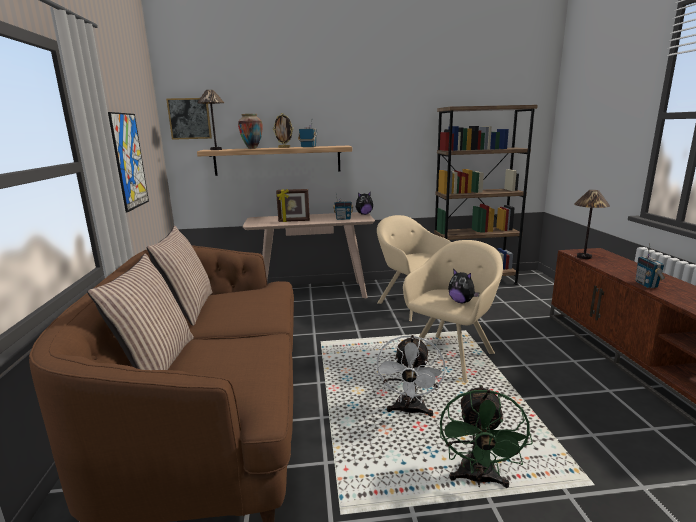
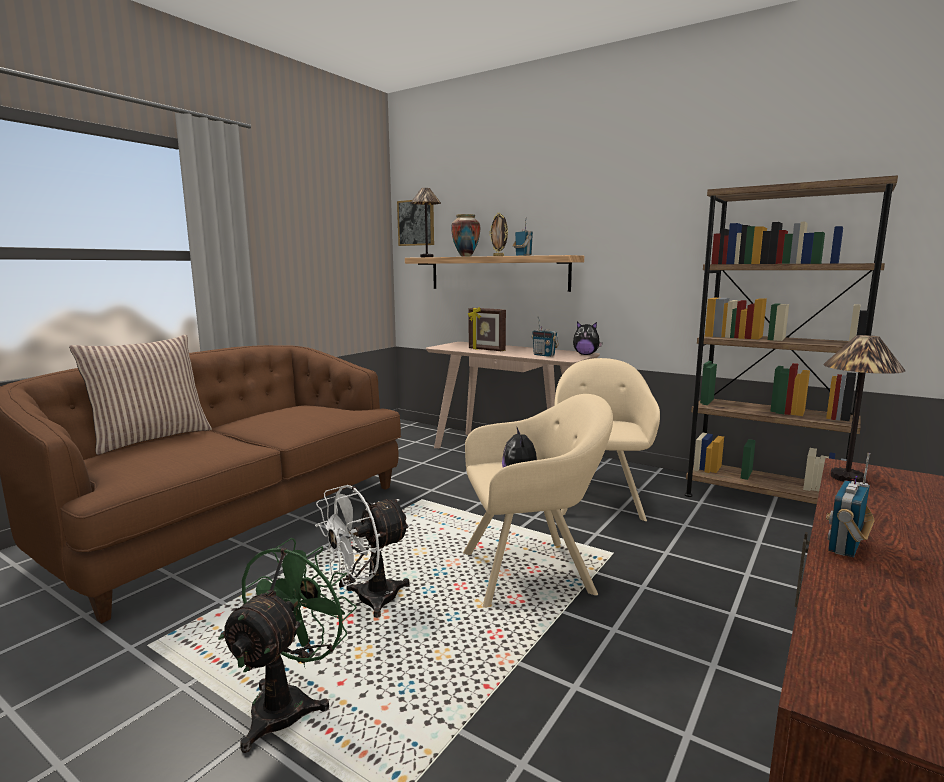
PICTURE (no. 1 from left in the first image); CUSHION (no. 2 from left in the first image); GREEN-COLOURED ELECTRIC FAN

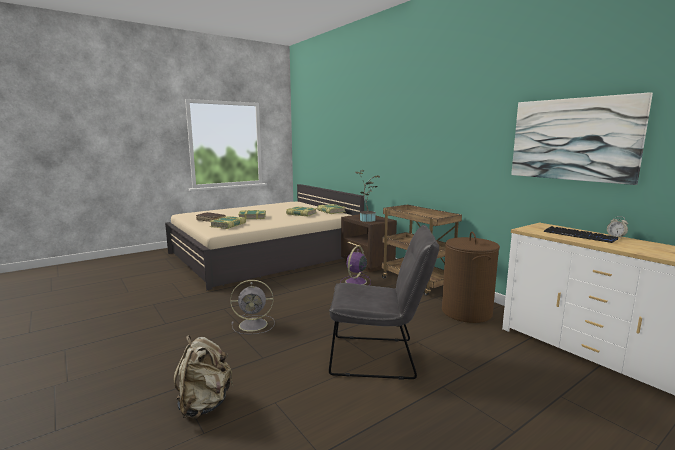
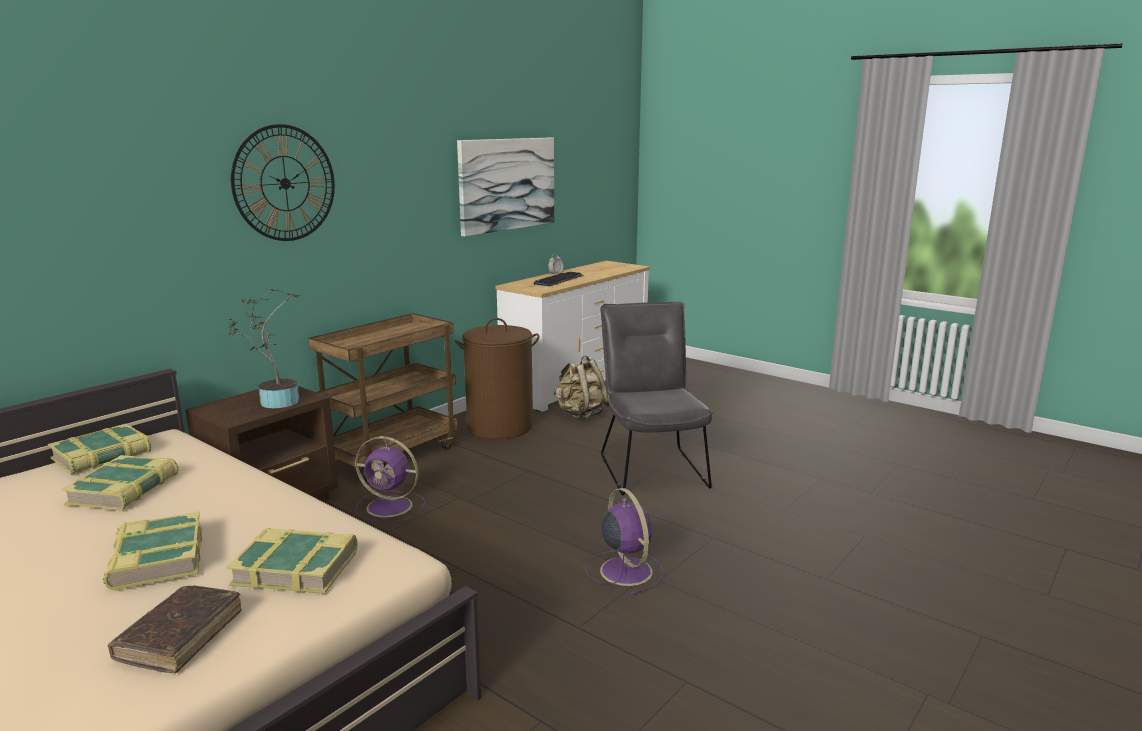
HANGING CLOCK; BEIGE BACKPACK; PURPLE ELECTRIC FAN (no. 2 from left)

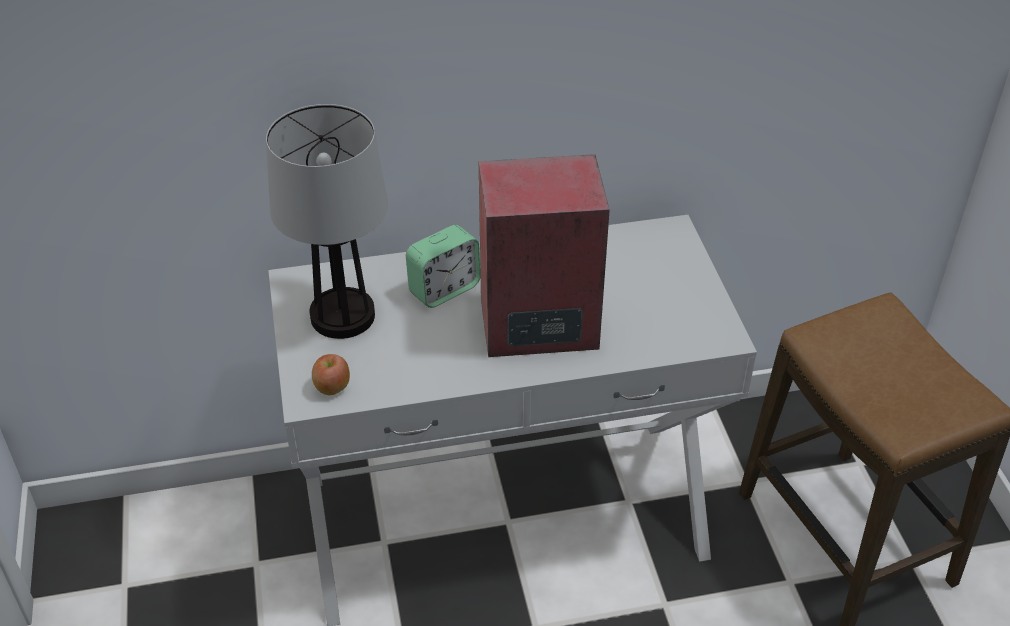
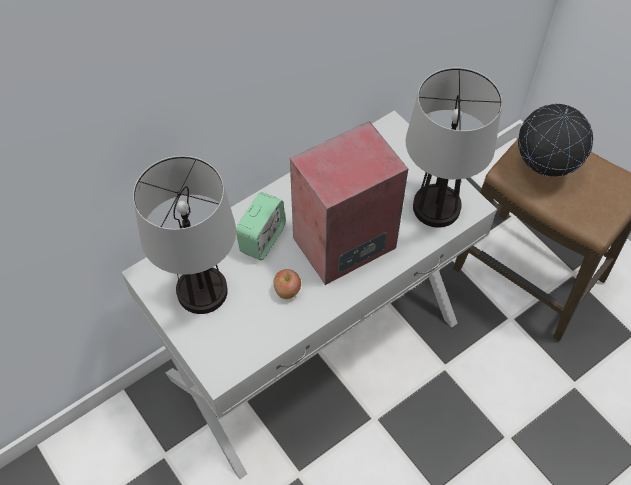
TABLE LAMP (no. 2 from left); WORLD GLOBE; APPLE FRUIT

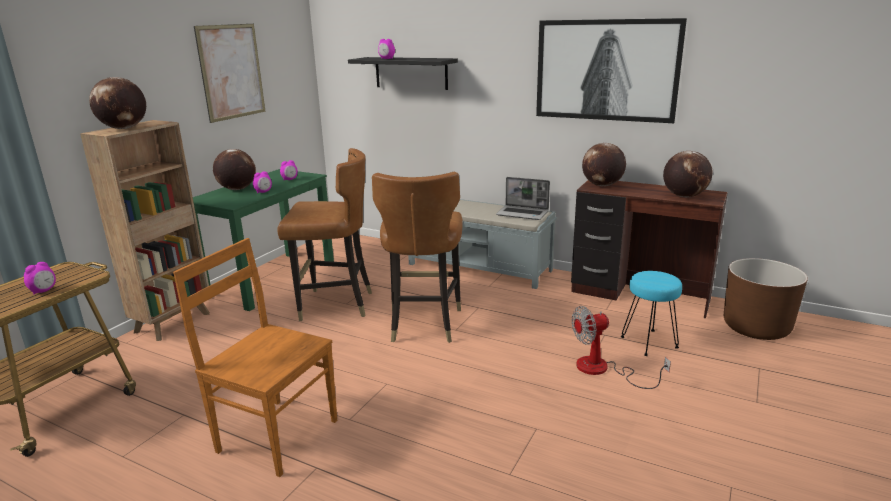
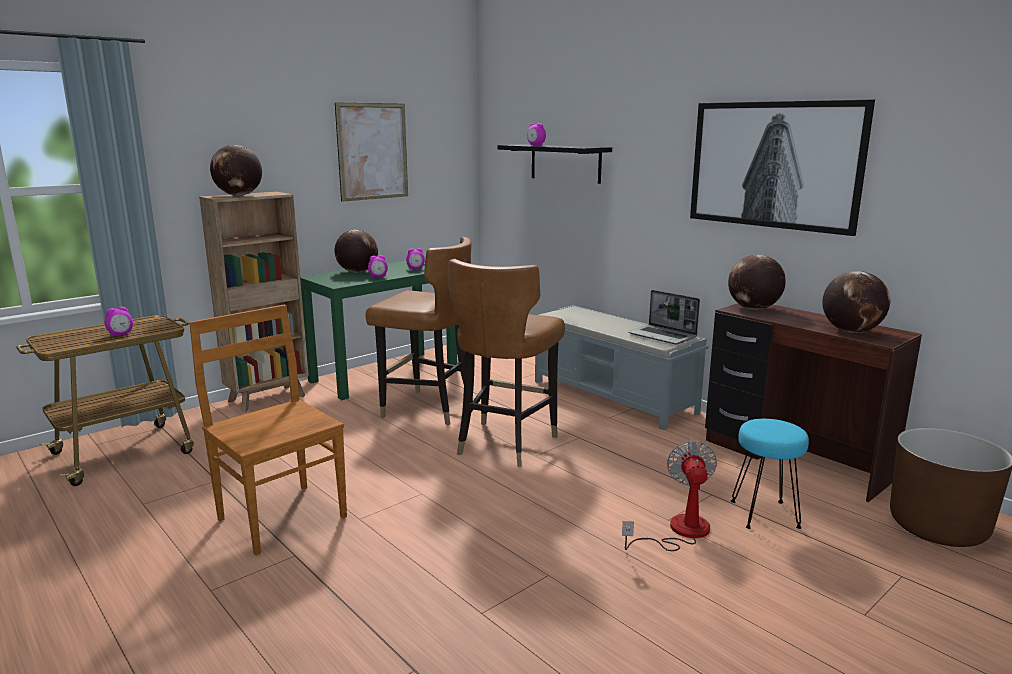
ELECTRIC FAN

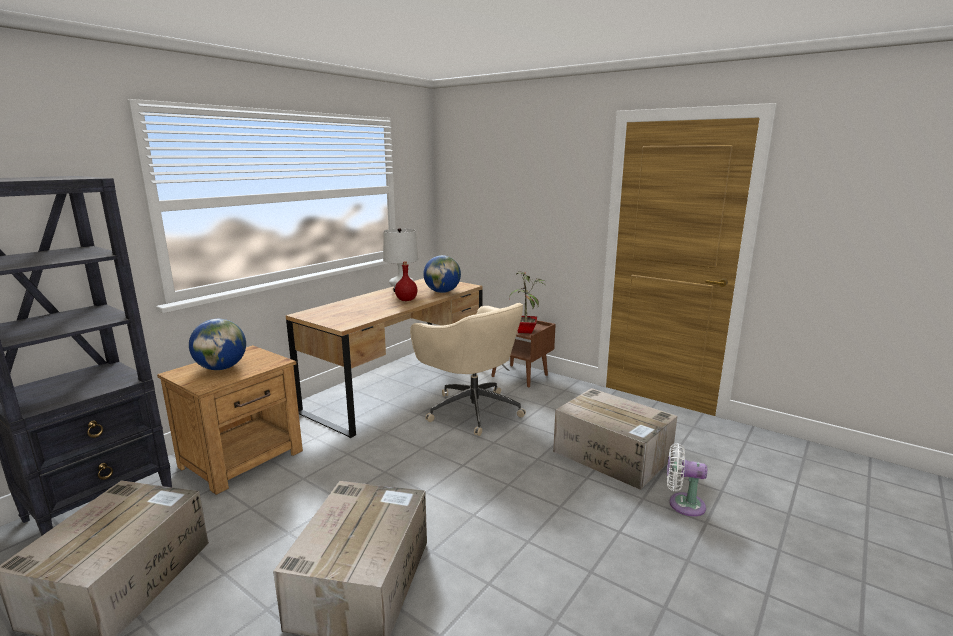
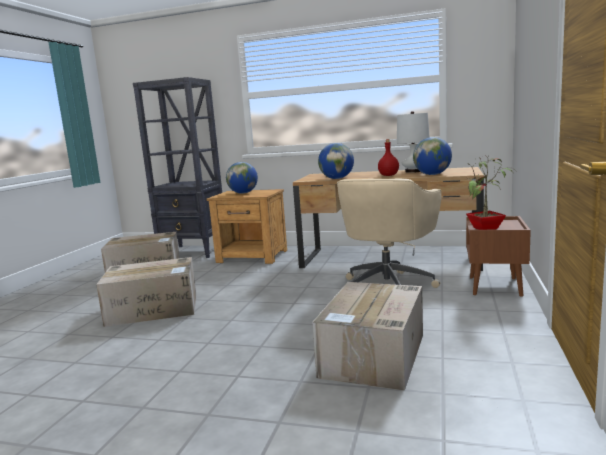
WHITE ELECTRIC FAN; WORLD GLOBE (no. 2 from left)

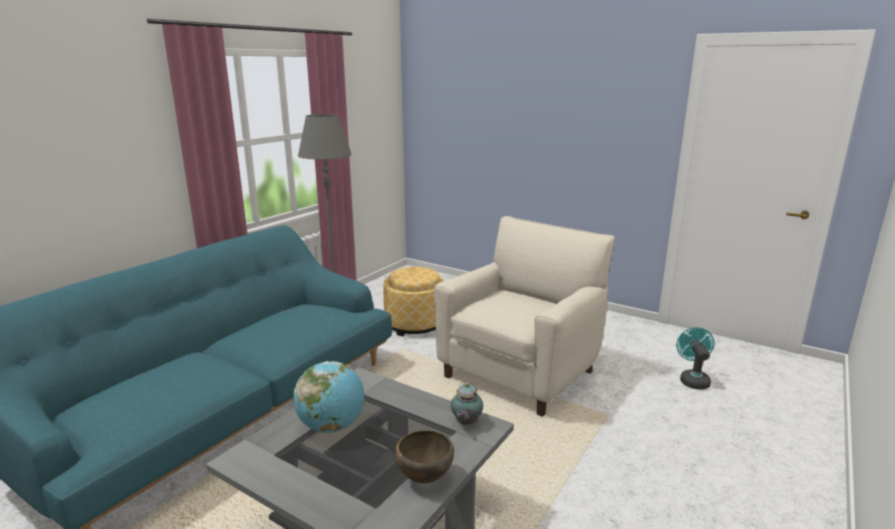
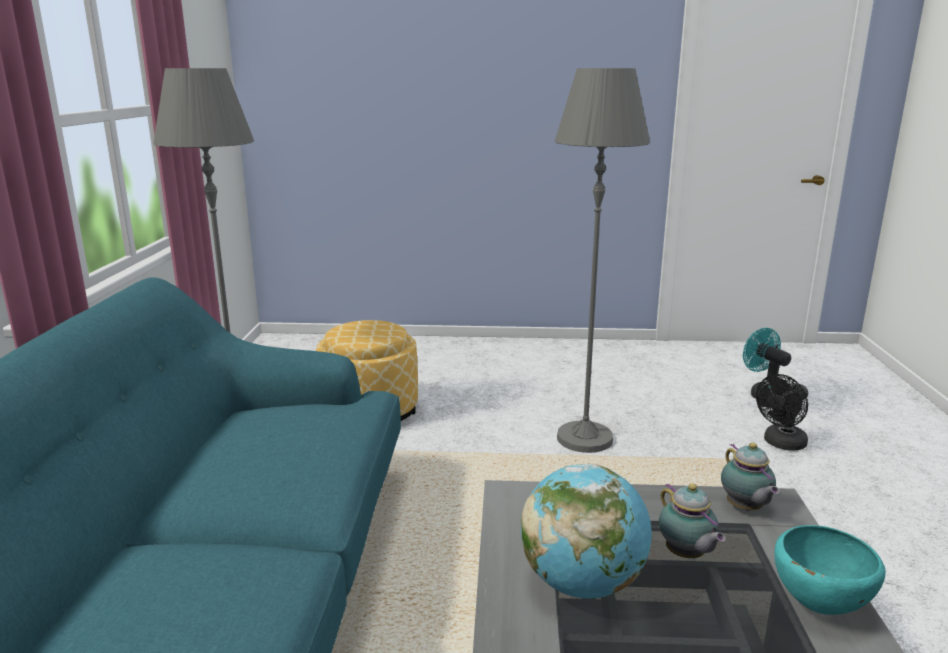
POT FOR TEA (no. 1 from left); BLACK-COLOURED ELECTRIC FAN; GREYISH STANDARD LAMP (no. 2 from left); TURQUOISE DEEP DISH

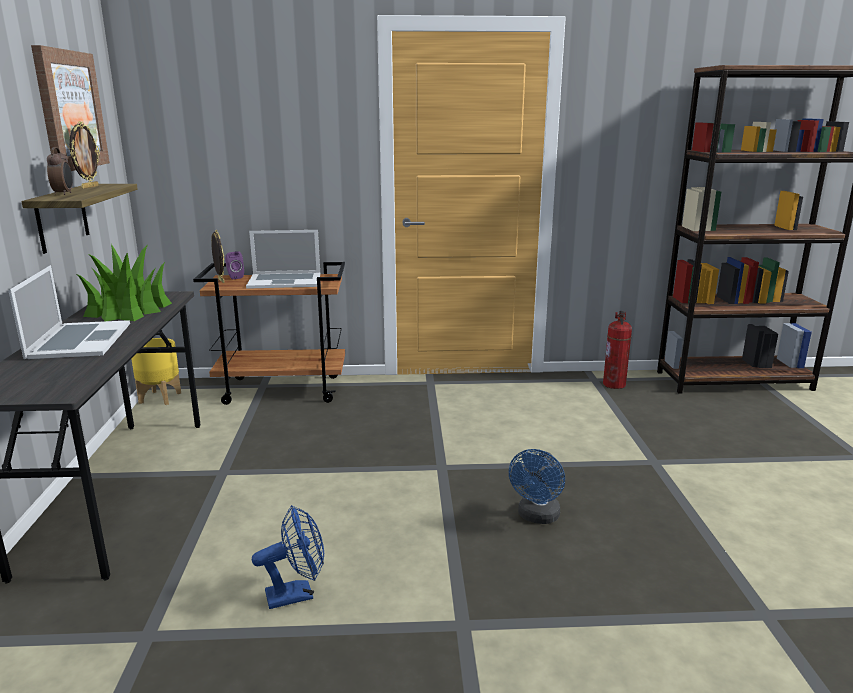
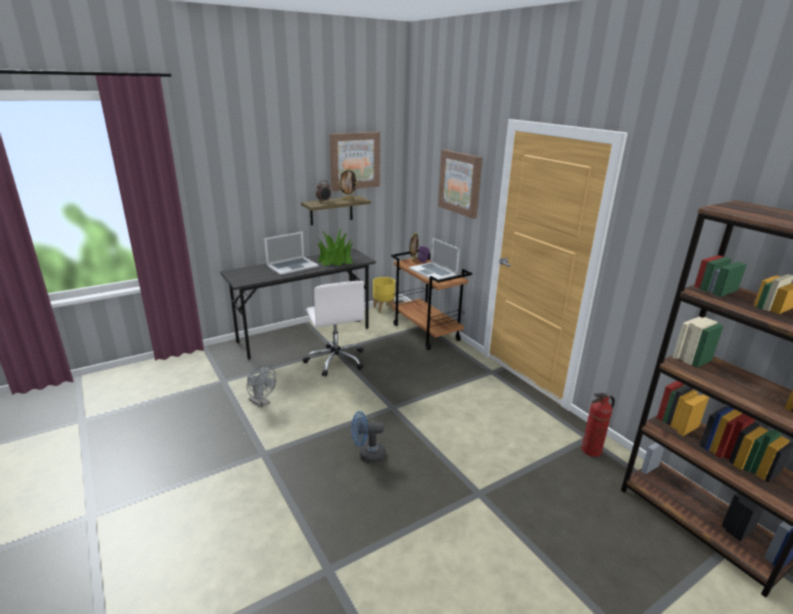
WHITE OFFICE CHAIR; PICTURE (no. 2 from left); GREYISH ELECTRIC FAN

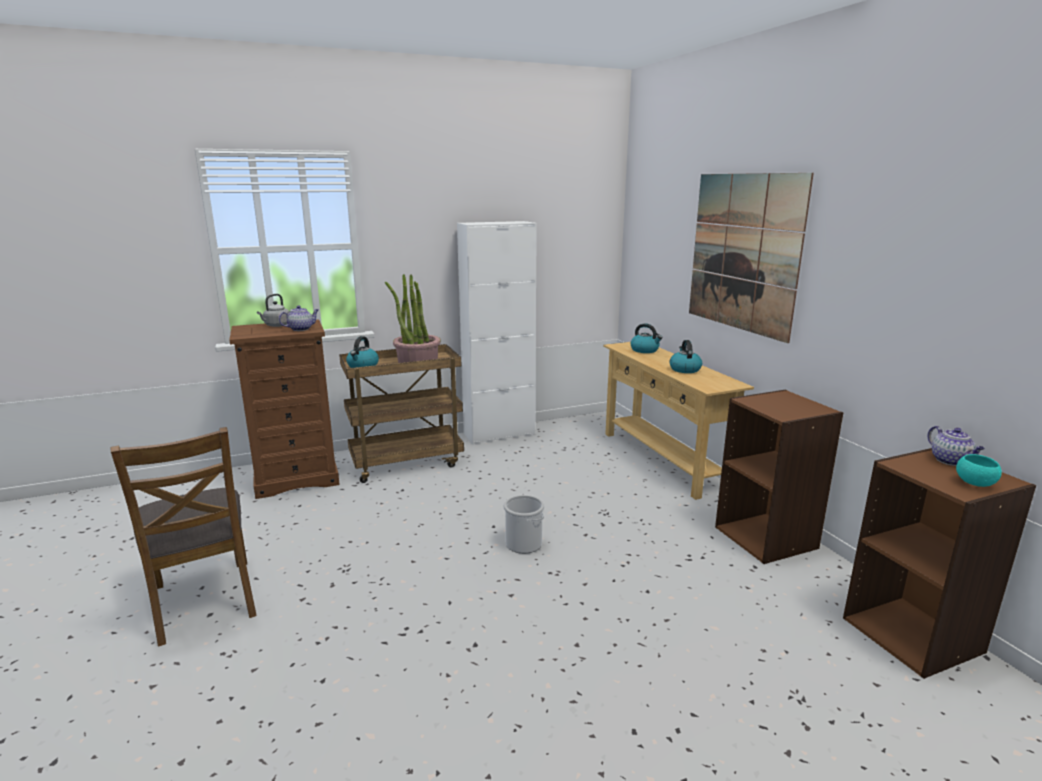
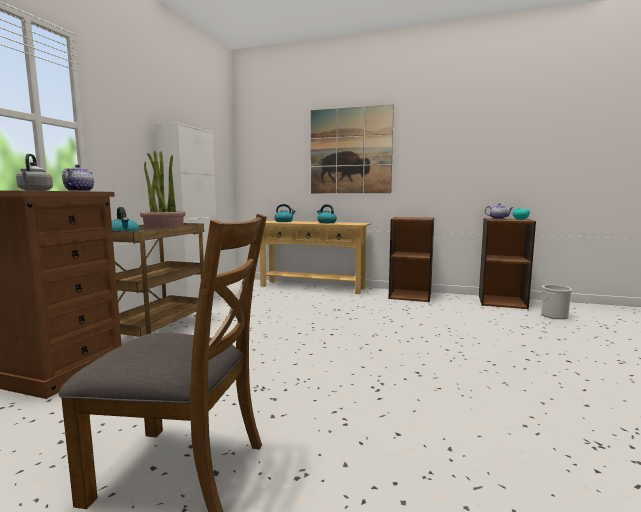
PAIL

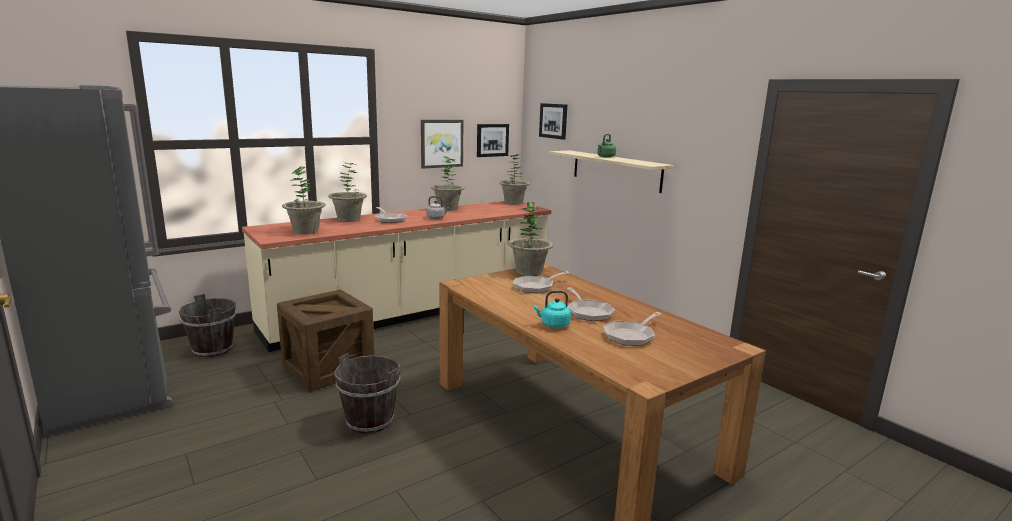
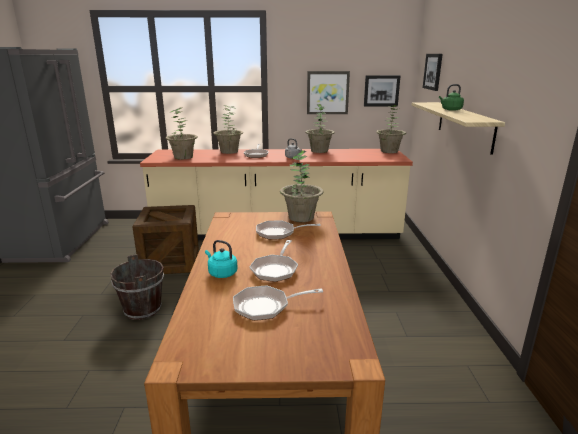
BROWNISH PAIL (no. 1 from left in the first image)

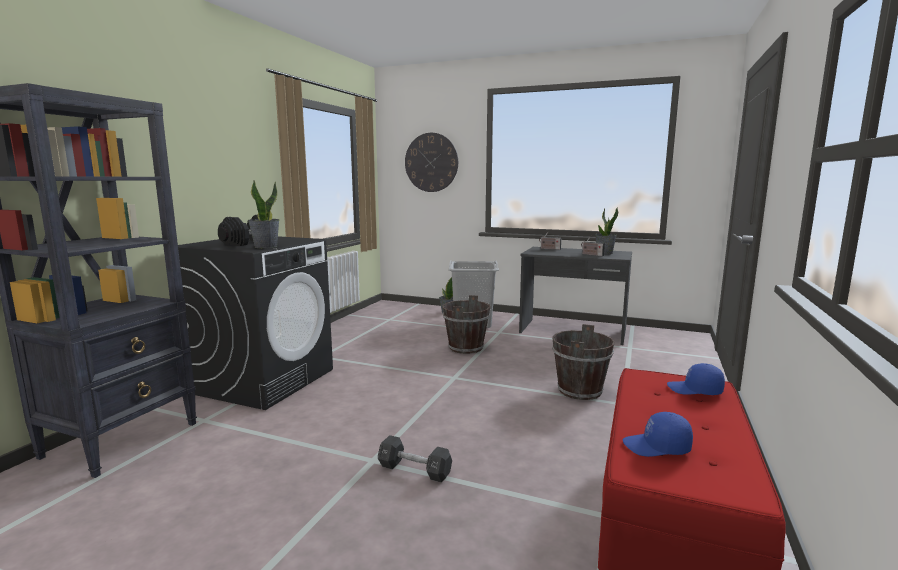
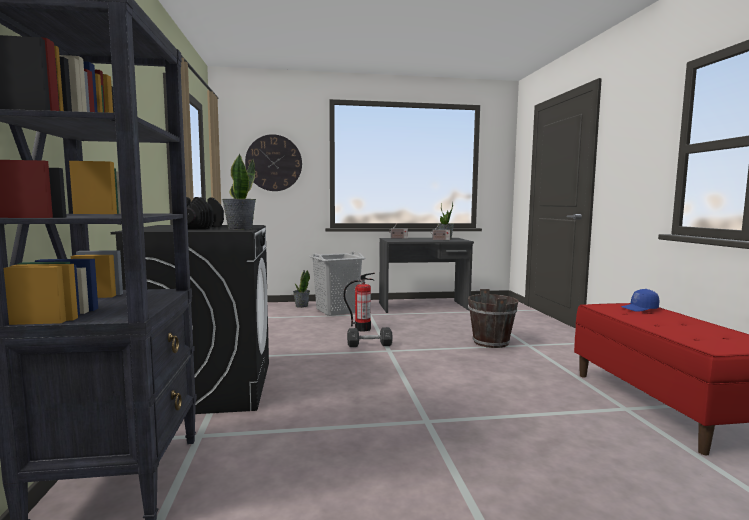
BLUISH CAP (no. 1 from left in the first image); BLACK-COLOURED HAND WEIGHT (no. 2 from left); FIRE EXTINGUISHER

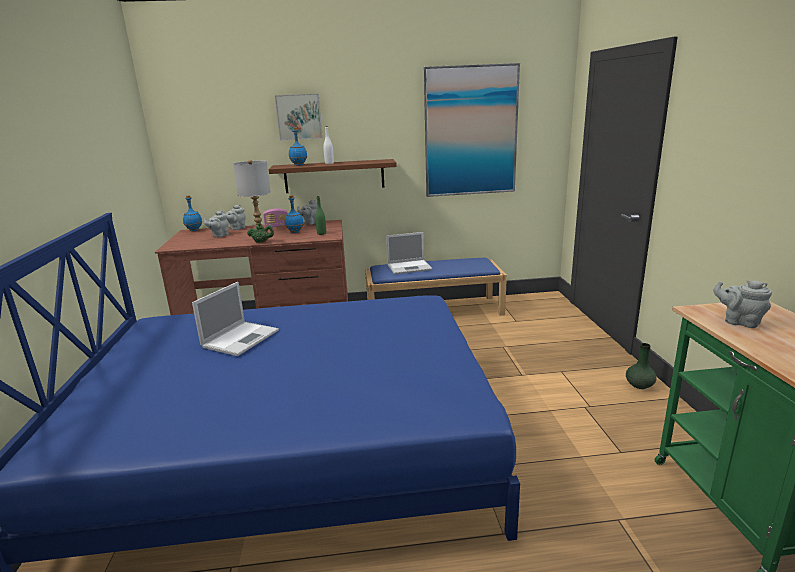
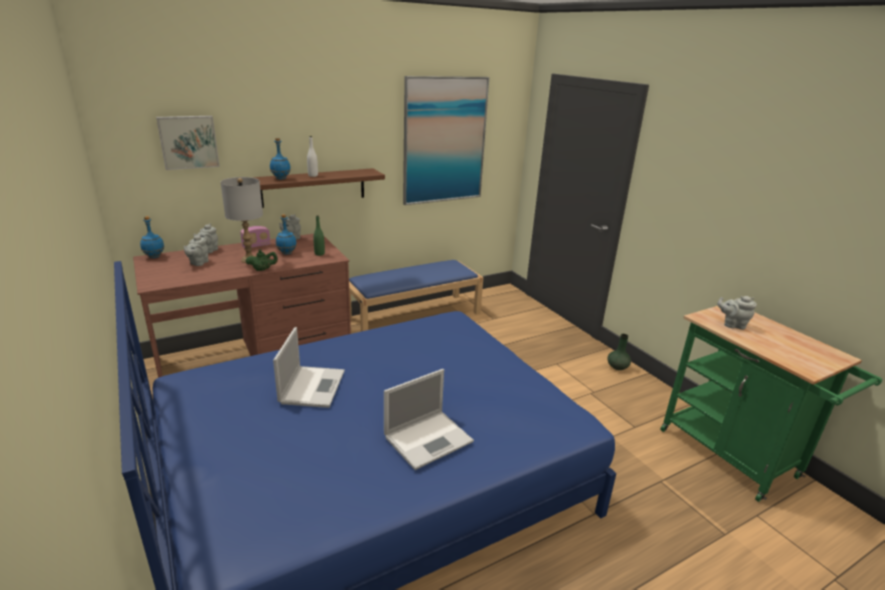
PICTURE (no. 1 from left); LAPTOP (no. 2 from left)

